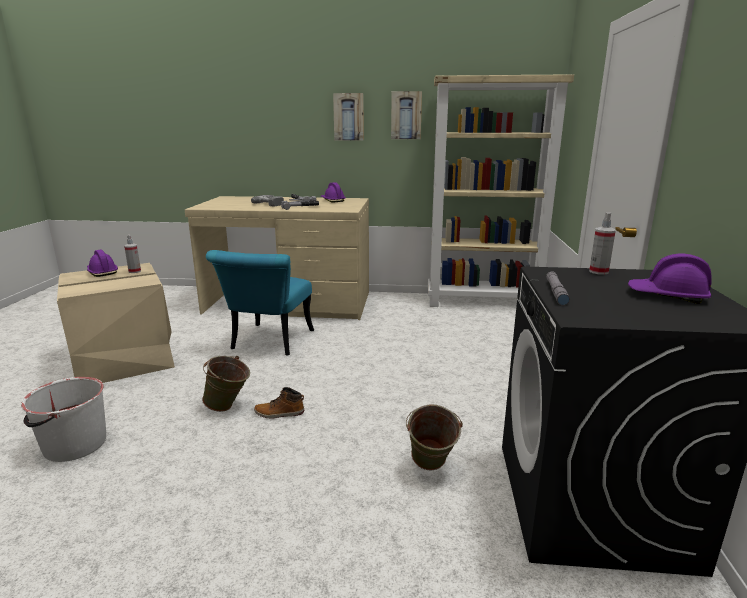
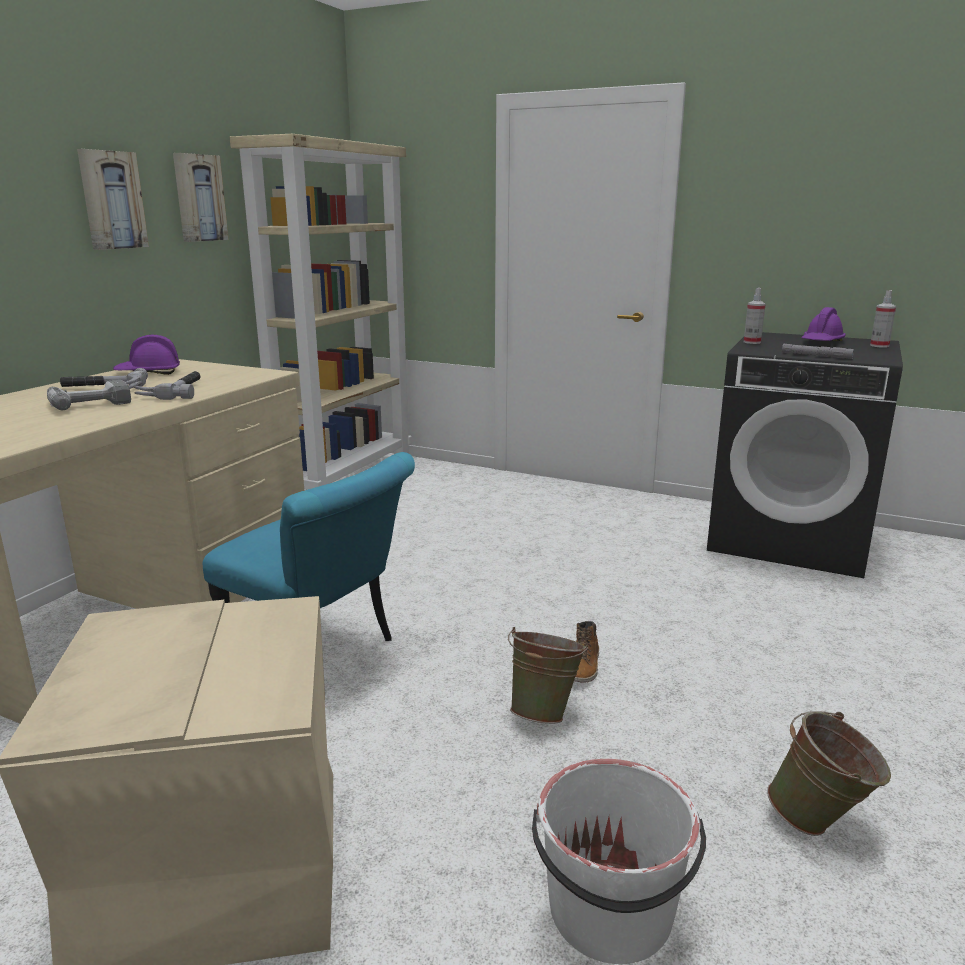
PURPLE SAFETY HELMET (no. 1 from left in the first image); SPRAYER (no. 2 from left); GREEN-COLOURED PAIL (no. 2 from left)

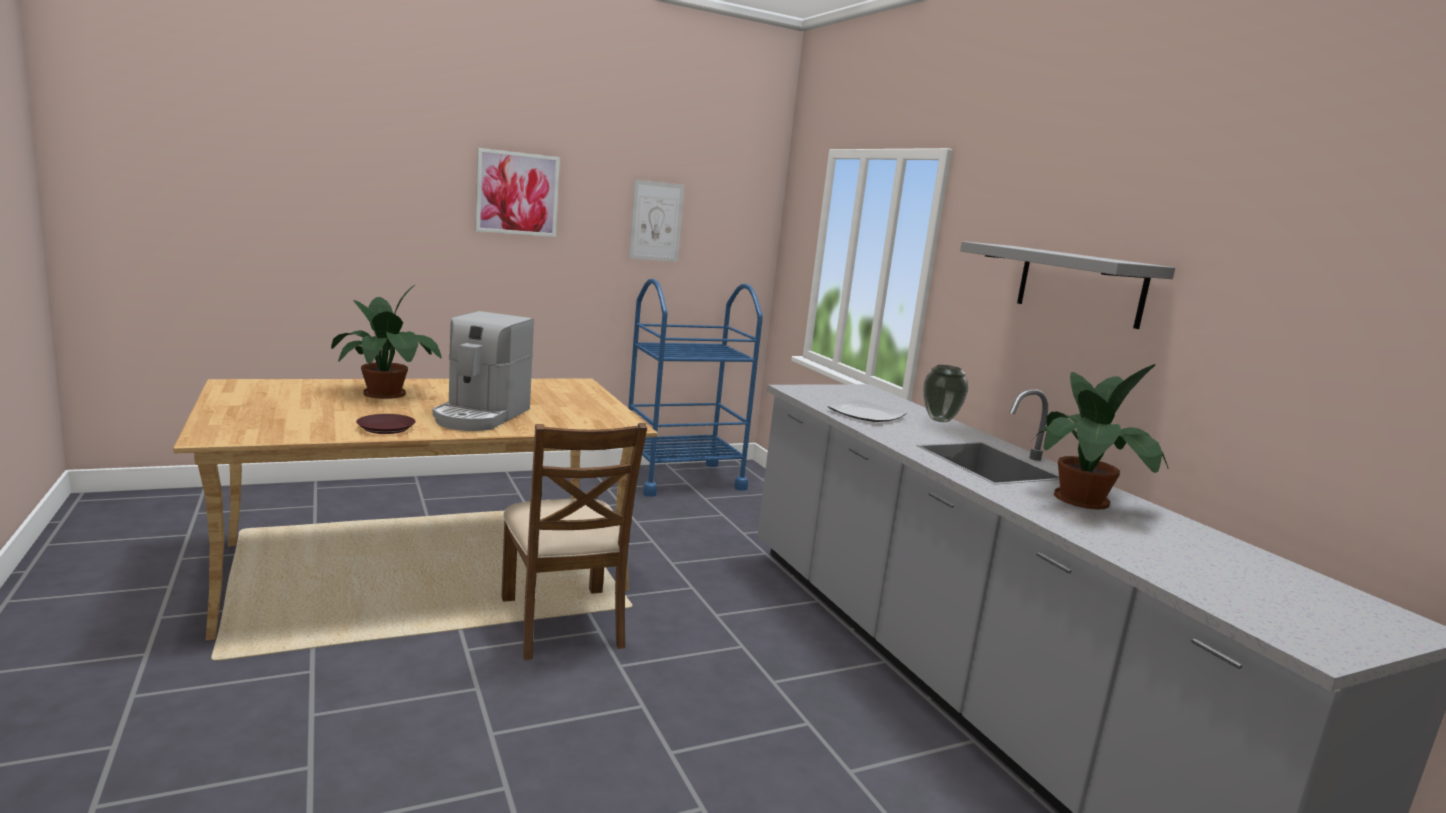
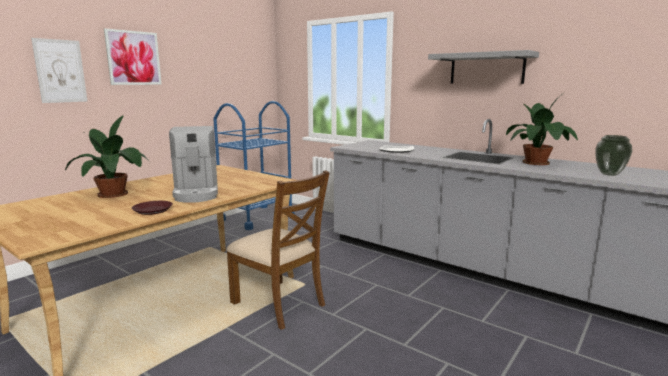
PICTURE (no. 1 from left); DECORATIVE VASE

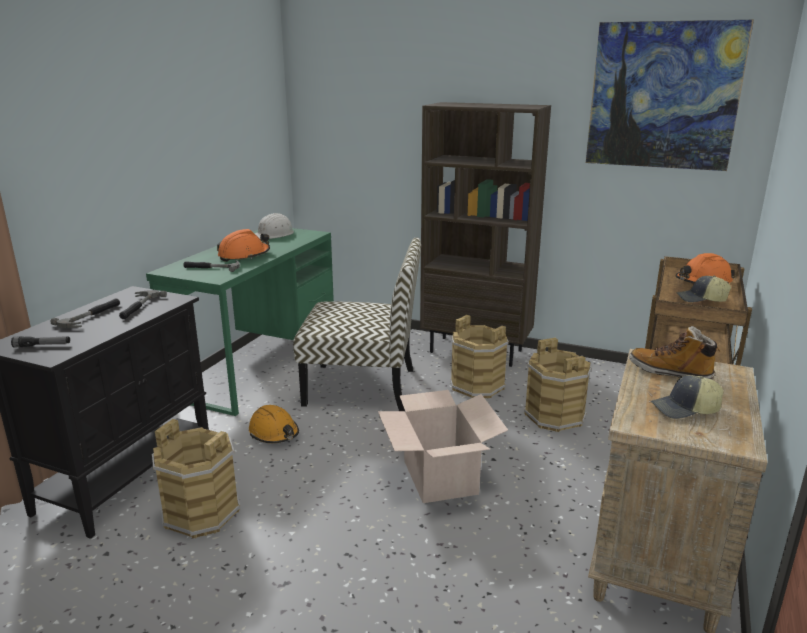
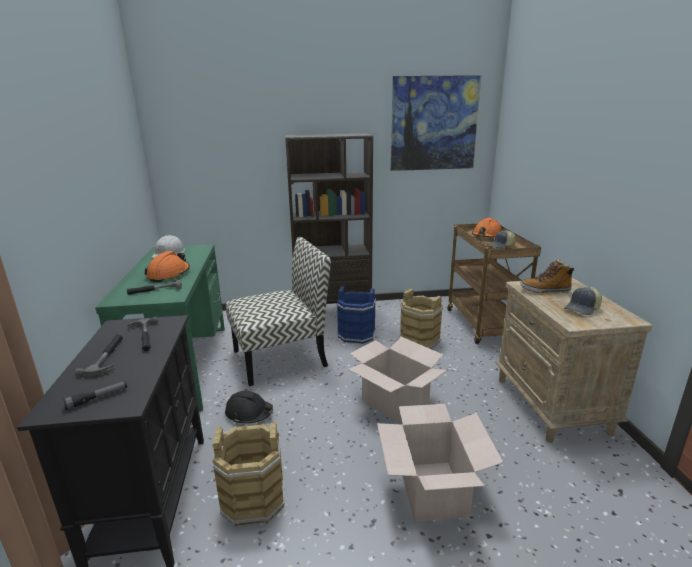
CARTON (no. 2 from left); BLACK-COLOURED SAFETY HELMET; BLUISH PAIL

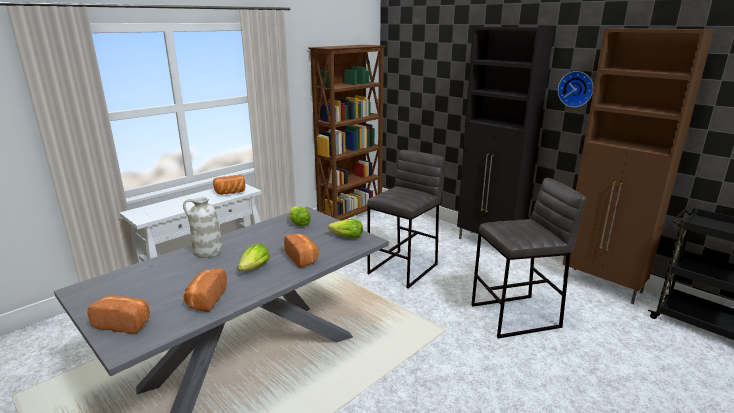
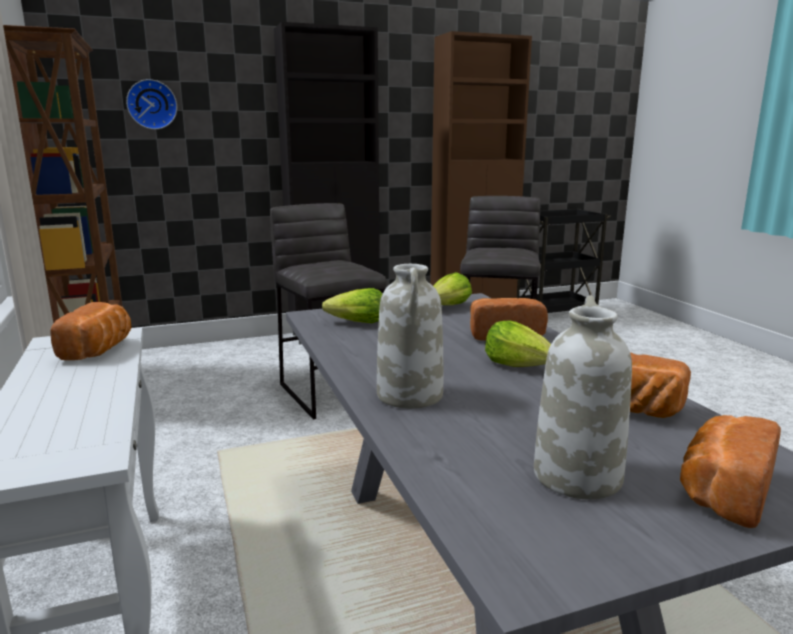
WHITE DECORATIVE VASE (no. 2 from left); HANGING CLOCK

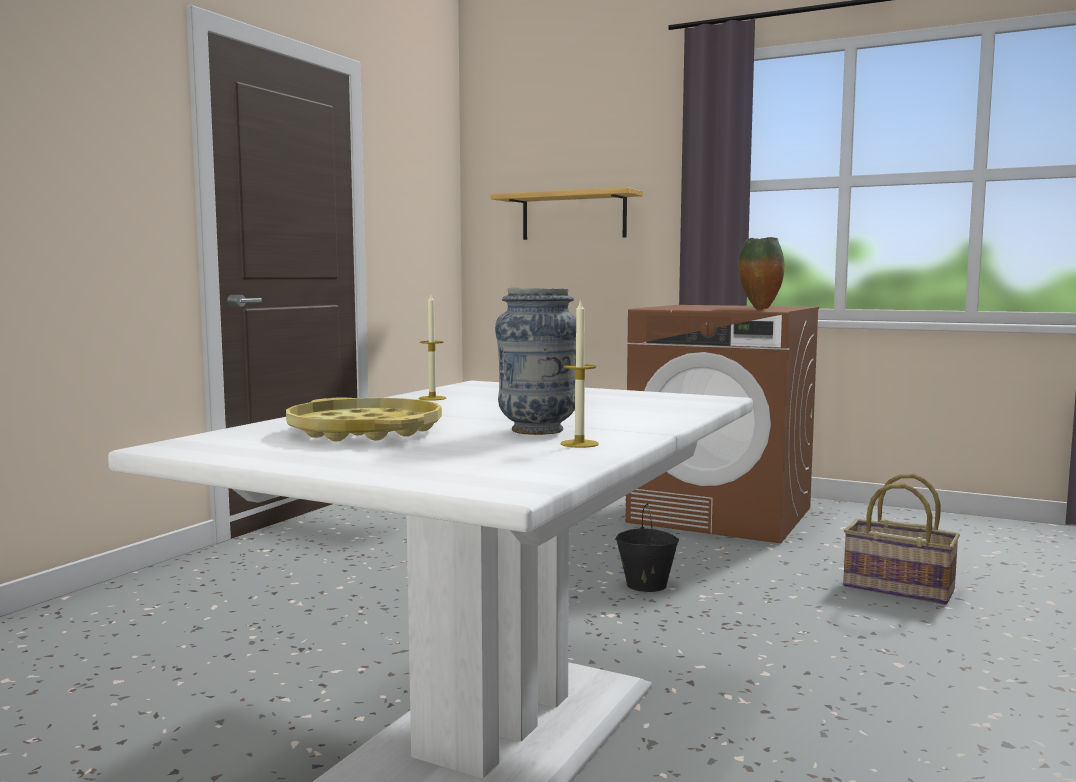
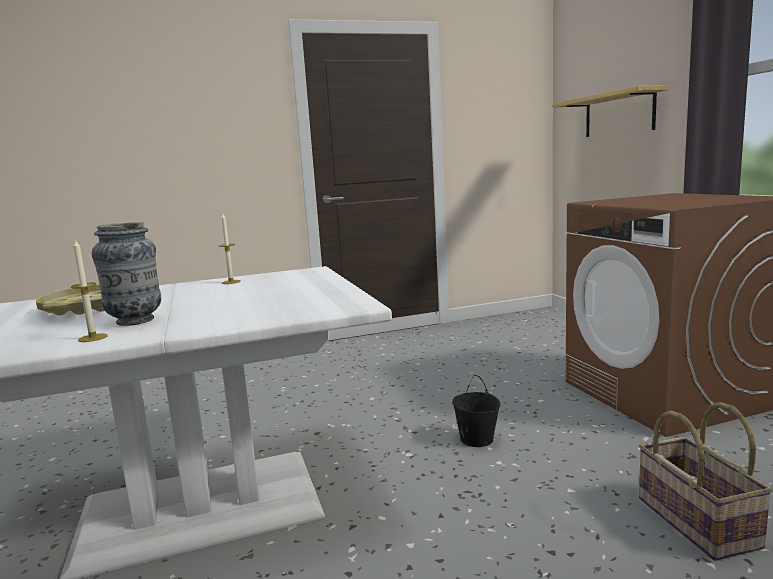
DECORATIVE VASE (no. 2 from left in the first image)

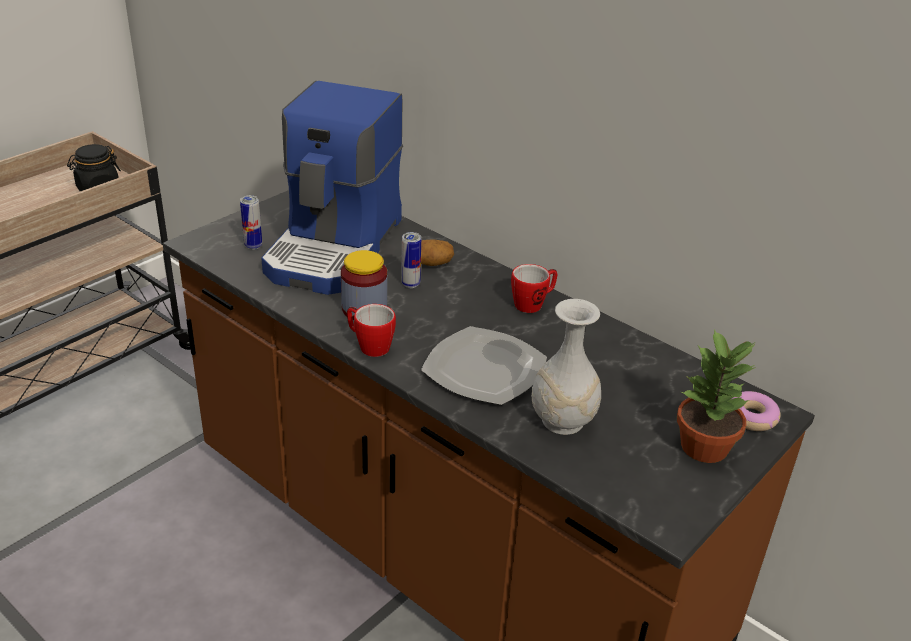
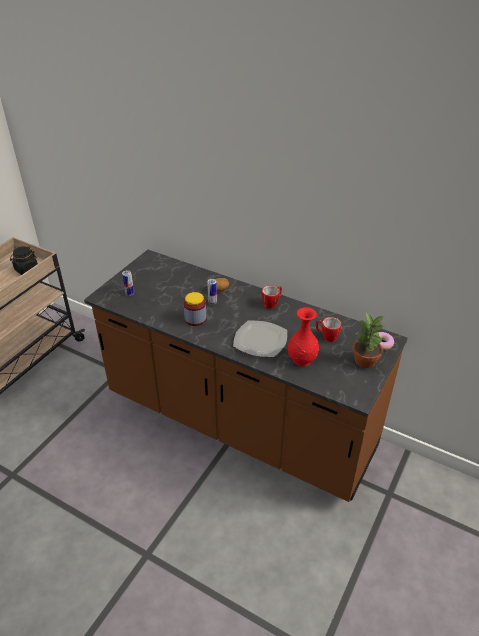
COFFEE MACHINE; TEA MUG (no. 2 from left); RED-COLOURED DECORATIVE VASE

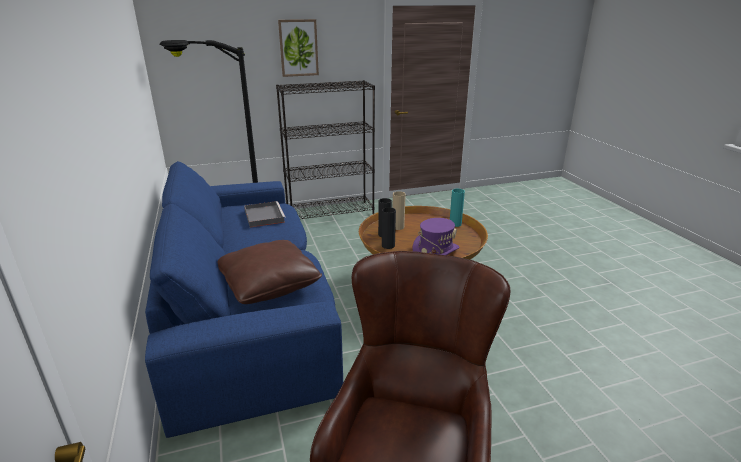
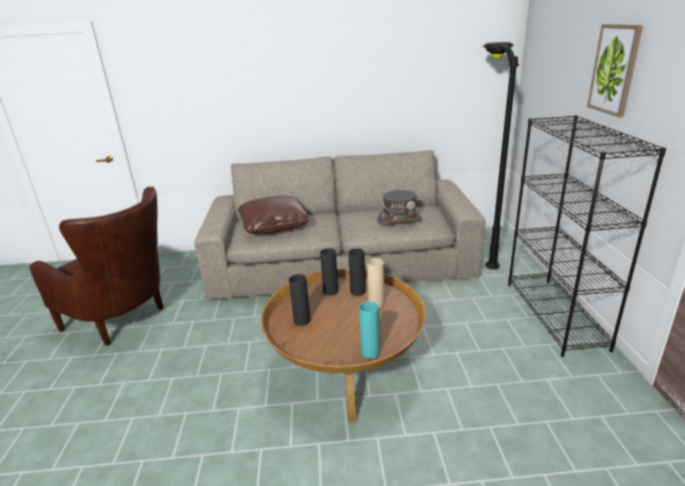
GREYISH HAT; BLACK-COLOURED DECORATIVE VASE (no. 1 from left); BEIGE SETTEE

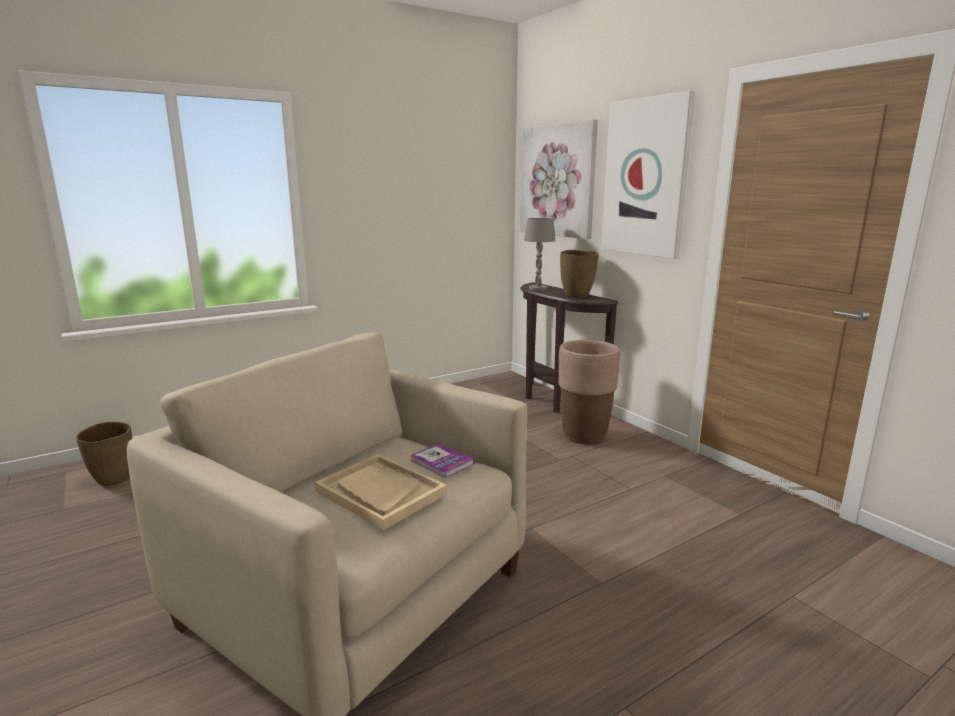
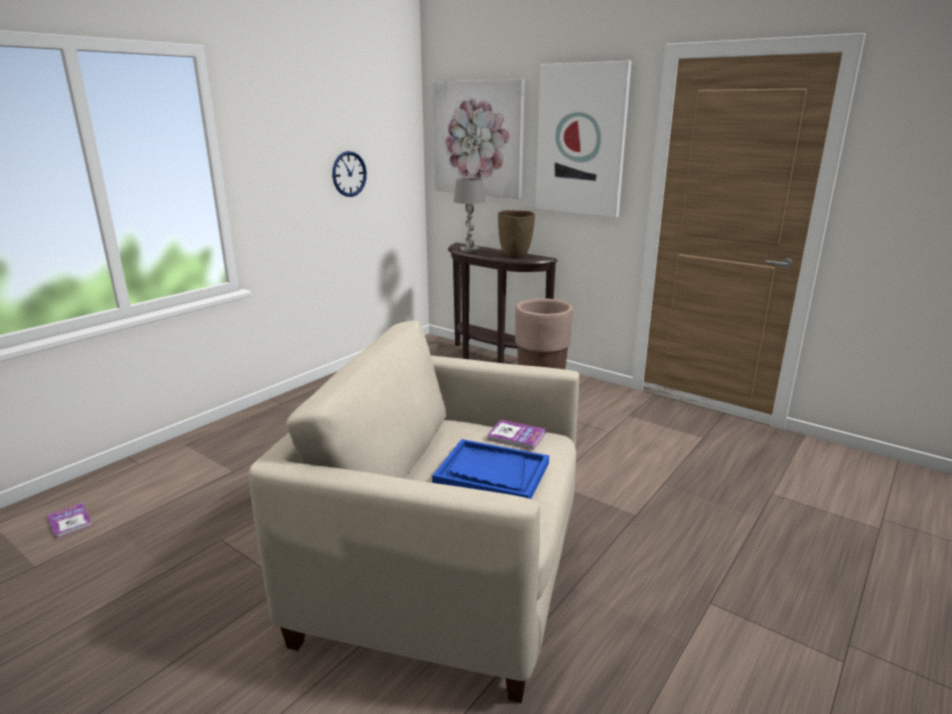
HANGING CLOCK; VOLUME (no. 1 from left); BLUISH CARRYING TRAY

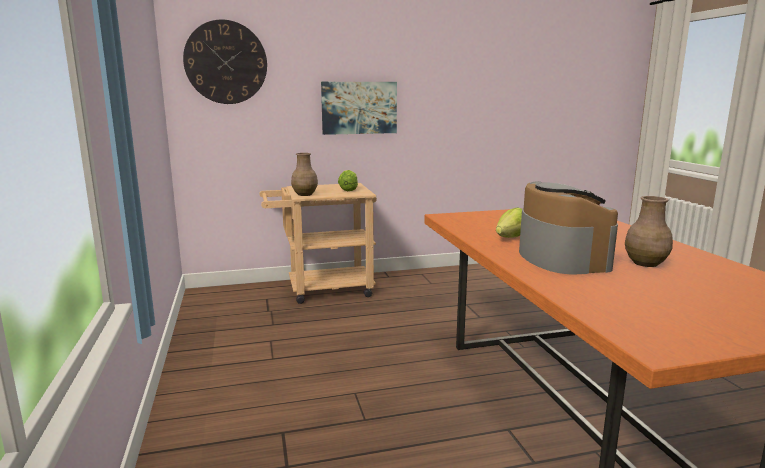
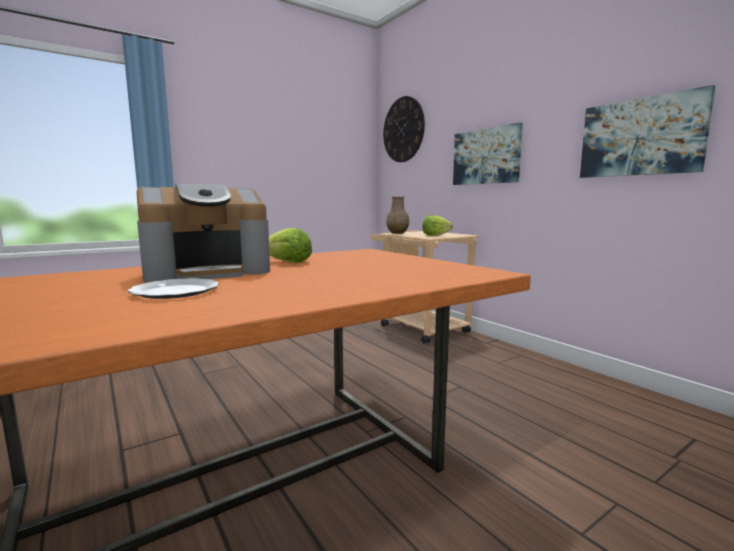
PICTURE (no. 2 from left); DINNER PLATE

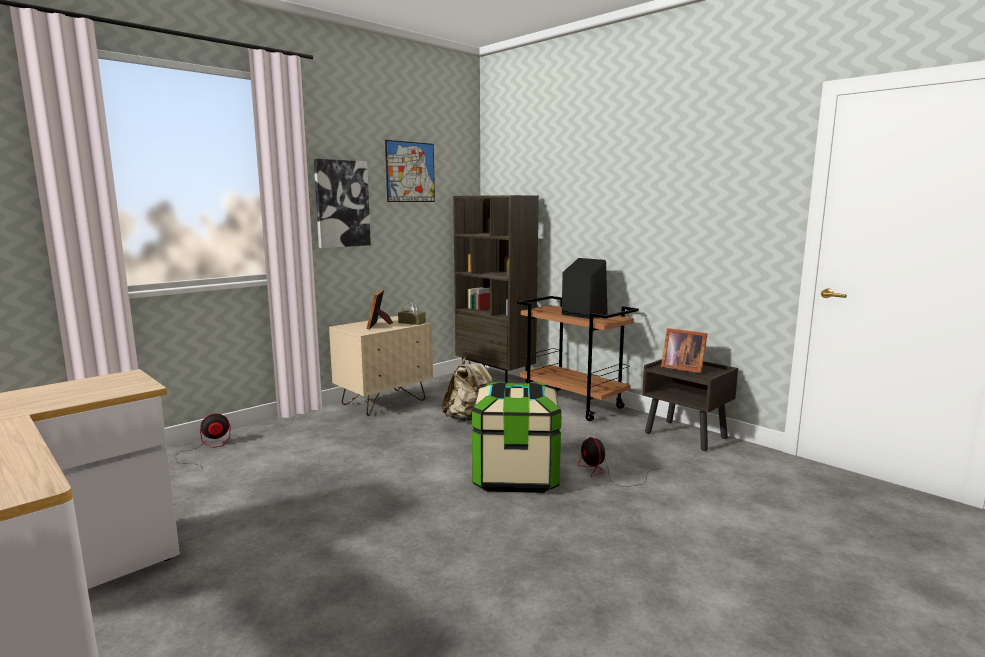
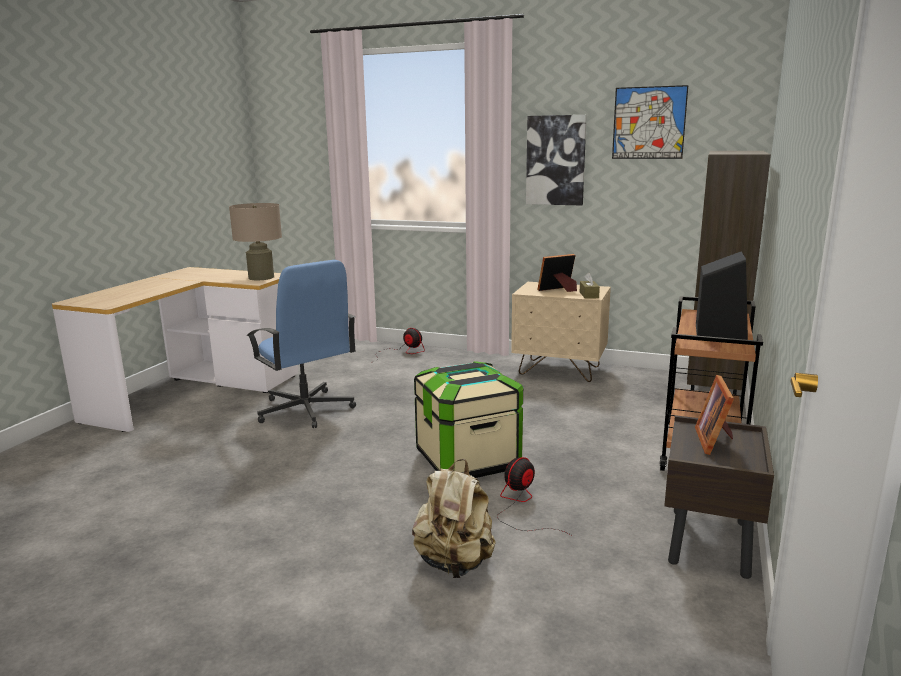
BEIGE TABLE LAMP; BLUISH OFFICE CHAIR; BEIGE BACKPACK

